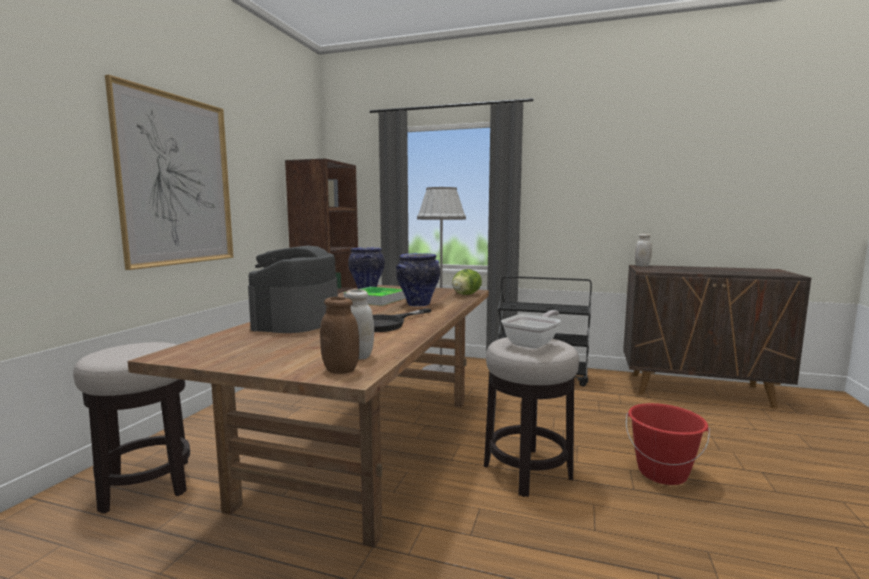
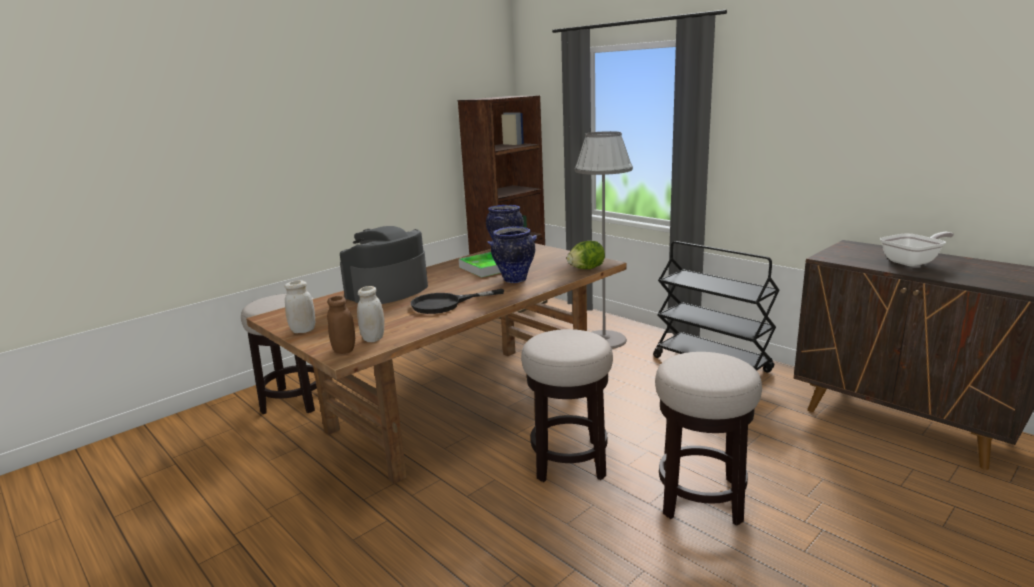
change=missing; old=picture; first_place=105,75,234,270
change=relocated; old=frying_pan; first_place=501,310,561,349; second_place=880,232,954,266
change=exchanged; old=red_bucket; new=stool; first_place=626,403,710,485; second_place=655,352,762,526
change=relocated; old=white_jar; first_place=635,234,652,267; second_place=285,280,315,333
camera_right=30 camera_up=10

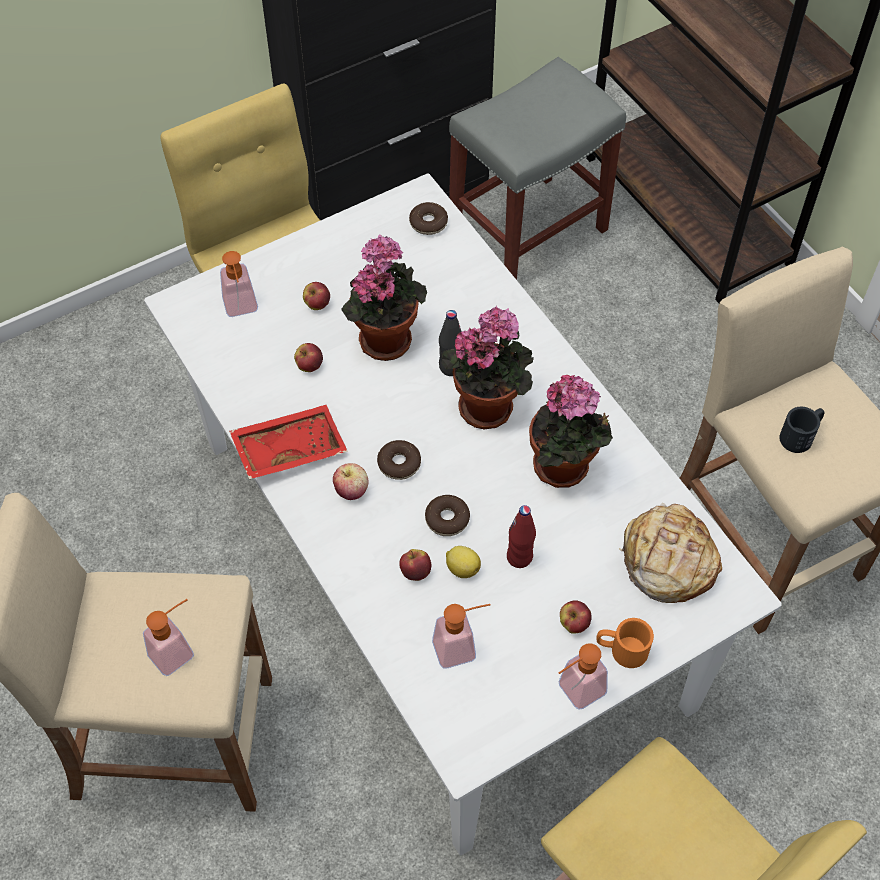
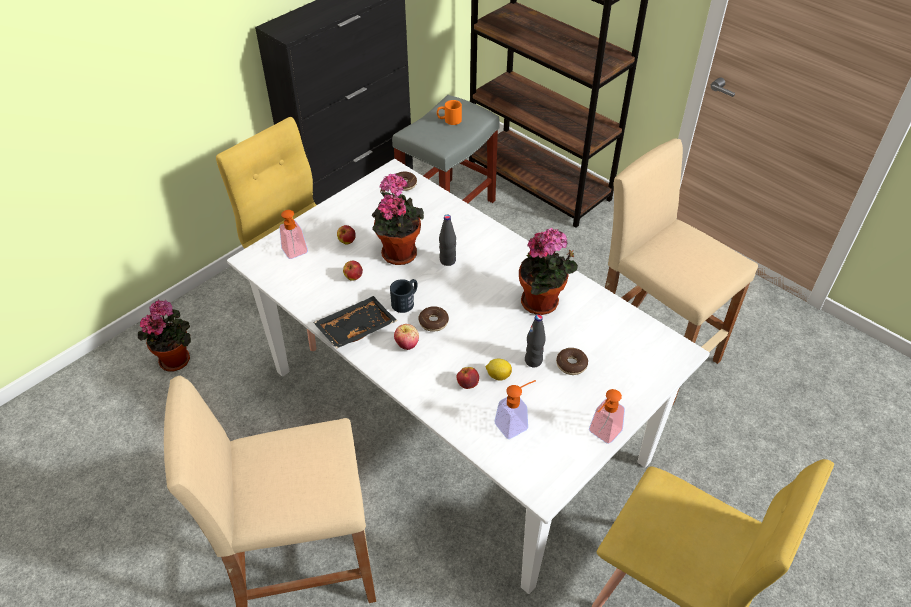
change=missing; old=soap_dispenser; first_place=143,599,194,676
change=colour; old=red_tray; new=black_tray; first_place=229,405,348,479; second_place=313,296,397,349
change=relocated; old=donut; first_place=425,495,470,536; second_place=556,348,588,375
change=relocated; old=potted_plant; first_place=441,306,534,429; second_place=138,299,191,372
change=colour; old=red_bottle; new=black_bottle; first_place=507,505,536,568; second_place=525,315,546,367
change=missing; old=apple; first_place=560,600,592,634
change=relocated; old=orange_mug; first_place=596,618,654,668; second_place=437,100,462,125
change=missing; old=bread; first_place=619,503,722,603
change=relocated; old=black_mug; first_place=779,407,825,453; second_place=390,279,418,313
camera_right=-15 camera_up=-10

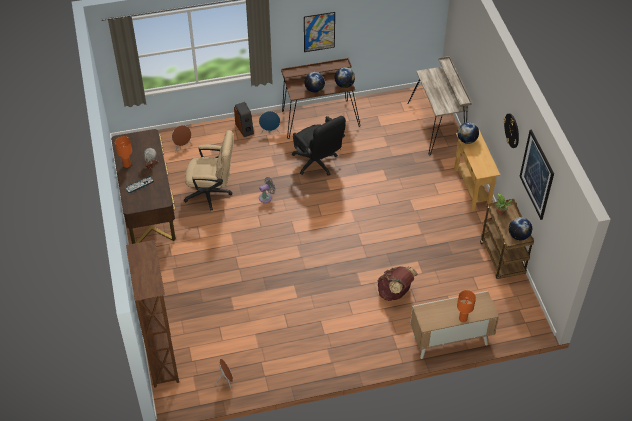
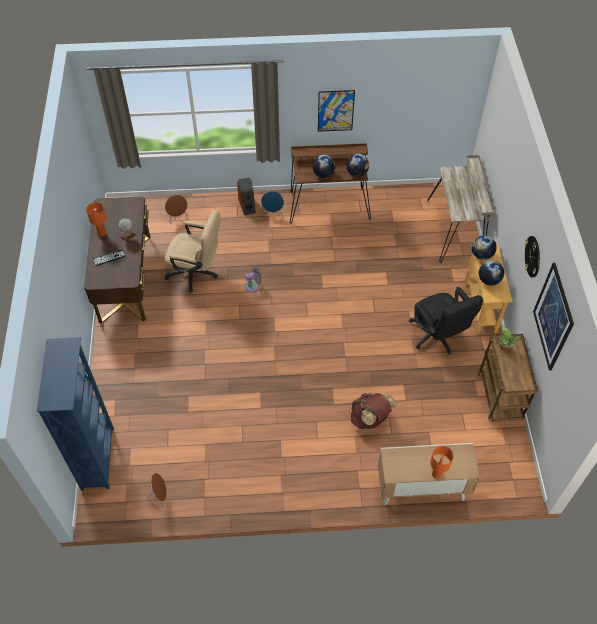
change=colour; old=brown_bookcase; new=blue_bookcase; first_place=126,240,179,388; second_place=37,337,114,491
change=relocated; old=black_office_chair; first_place=292,116,346,176; second_place=409,287,483,354
change=relocated; old=globe; first_place=509,217,532,240; second_place=479,260,504,285
camera_right=10 camera_up=5

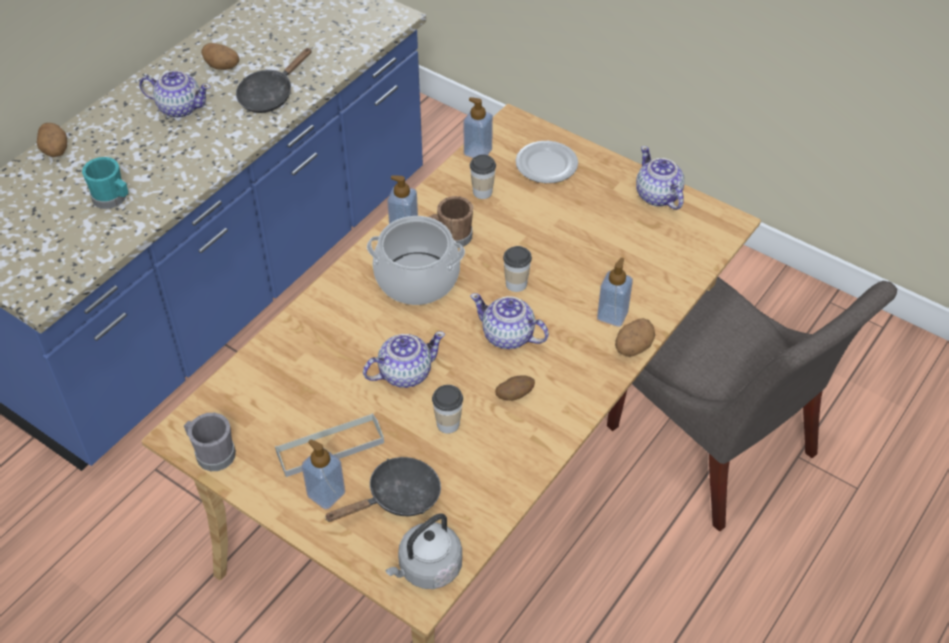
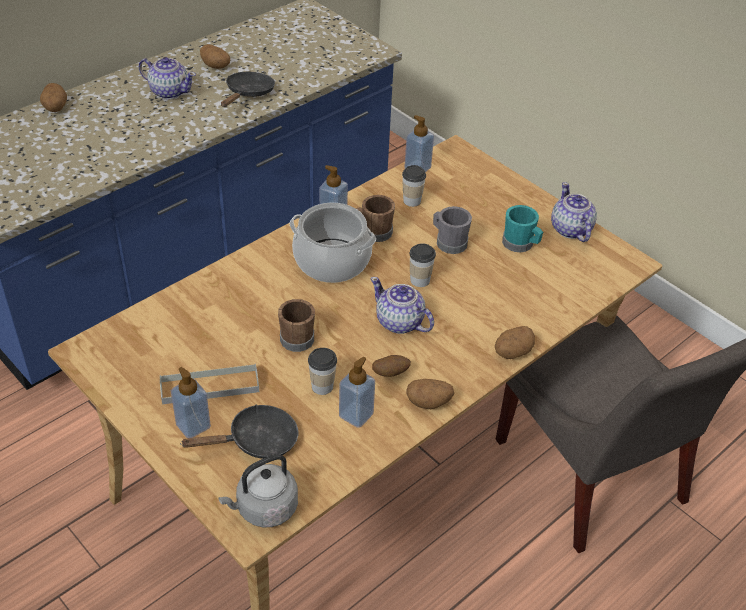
change=relocated; old=turquoise_mug; first_place=82,157,128,209; second_place=502,205,543,252
change=relocated; old=grey_mug; first_place=184,413,236,471; second_place=433,206,472,254
change=spun; old=black_frying_pan; first_place=236,48,312,113; second_place=221,72,275,107; degrees=150
change=exchanged; old=teapot; new=brown_mug; first_place=363,331,445,388; second_place=278,299,315,352
change=missing; old=plate; first_place=516,141,578,183
change=relocated; old=soap_dispenser; first_place=597,258,633,327; second_place=339,357,375,428
change=appeared; new=potato; second_place=406,379,455,409
camera_right=10 camera_up=-5

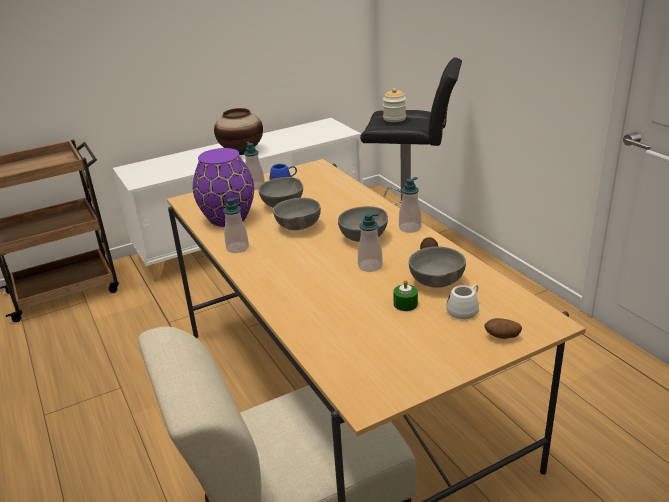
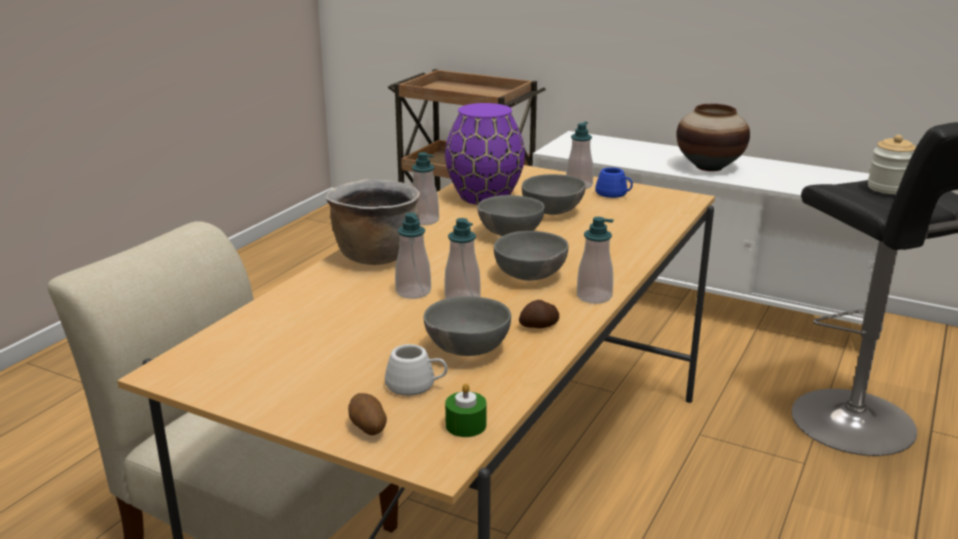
change=relocated; old=green_candle; first_place=393,280,418,311; second_place=445,383,486,437
change=appeared; new=brown_cooking_pot; second_place=325,179,420,265
change=appeared; new=soap_dispenser; second_place=395,213,431,299
camera_right=55 camera_up=-5

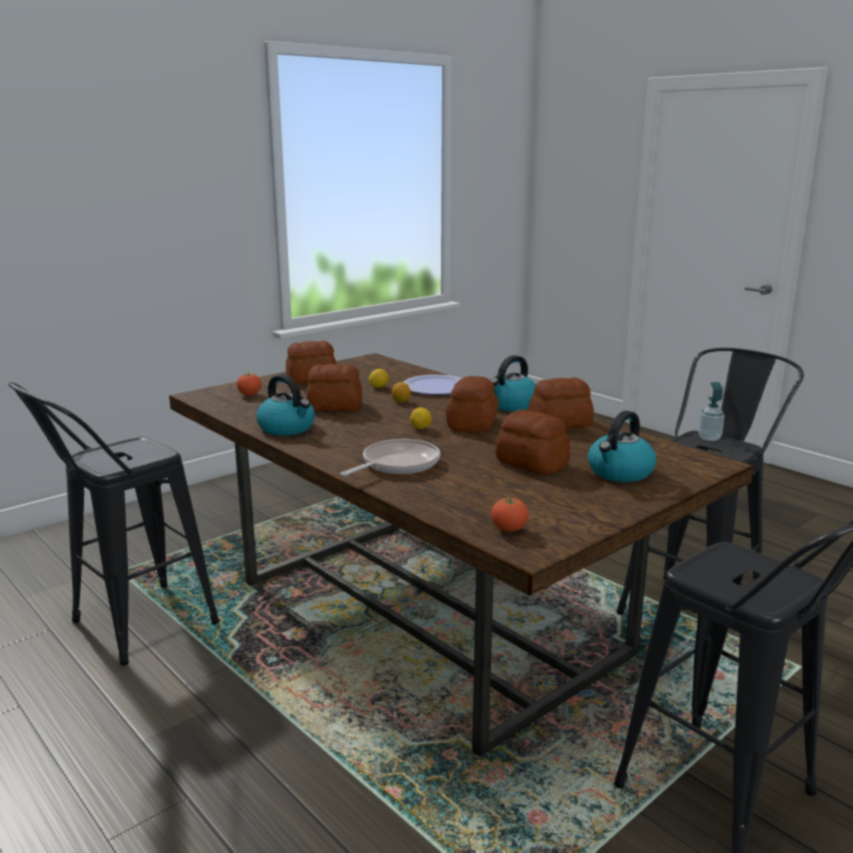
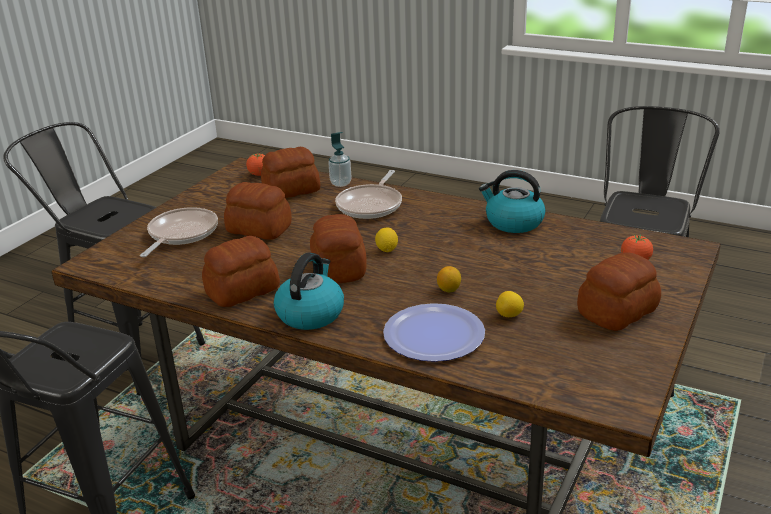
change=relocated; old=bread; first_place=306,364,362,411; second_place=261,147,321,198
change=exchanged; old=kettle; new=frying_pan; first_place=588,411,656,482; second_place=140,207,218,257
change=relocated; old=soap_dispenser; first_place=698,382,724,441; second_place=328,132,351,187
camera_right=160 camera_up=10

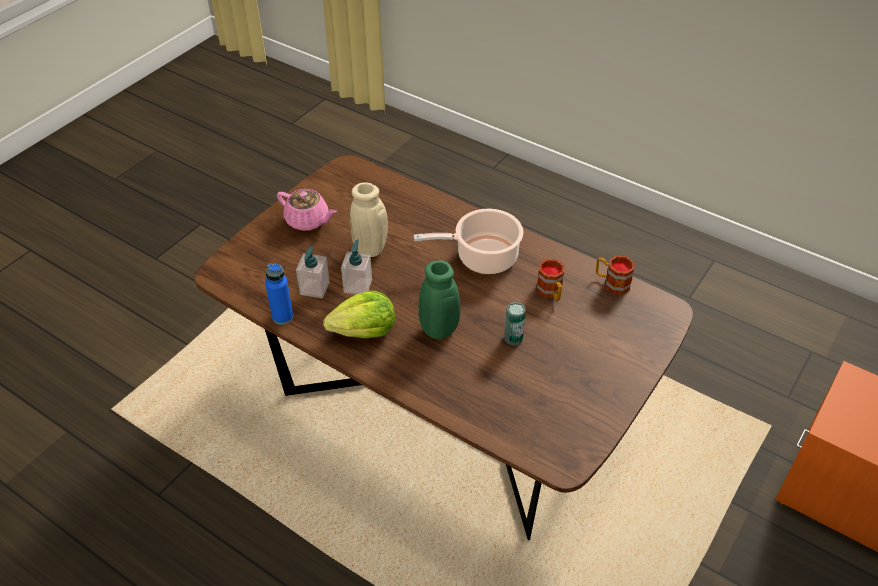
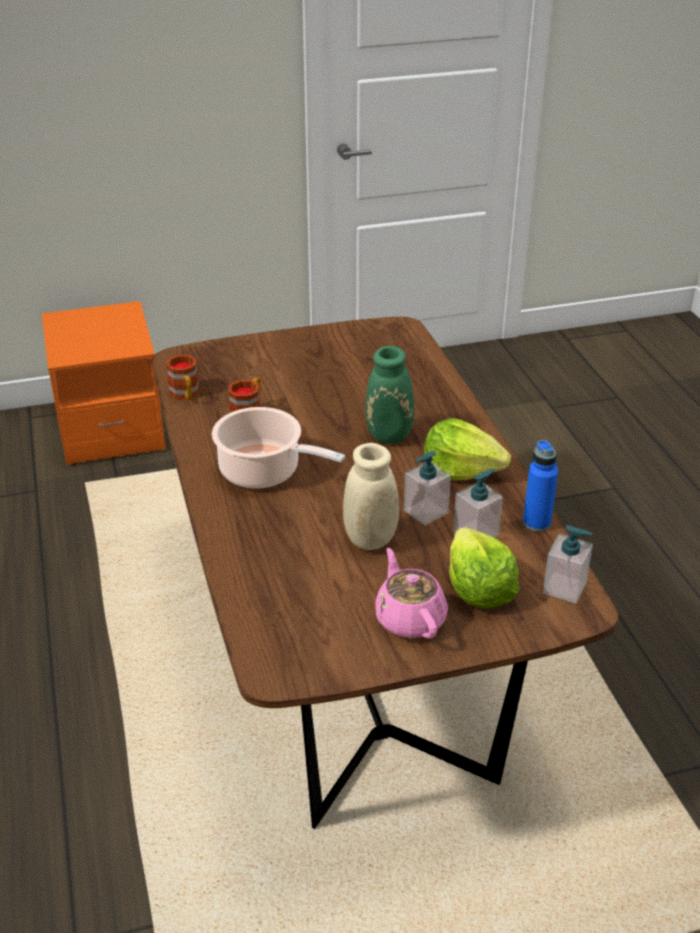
change=missing; old=can; first_place=504,302,526,346
change=appeared; new=lettuce; second_place=449,527,520,608
change=appeared; new=soap_dispenser; second_place=543,525,593,604
camera_right=-140 camera_up=-10

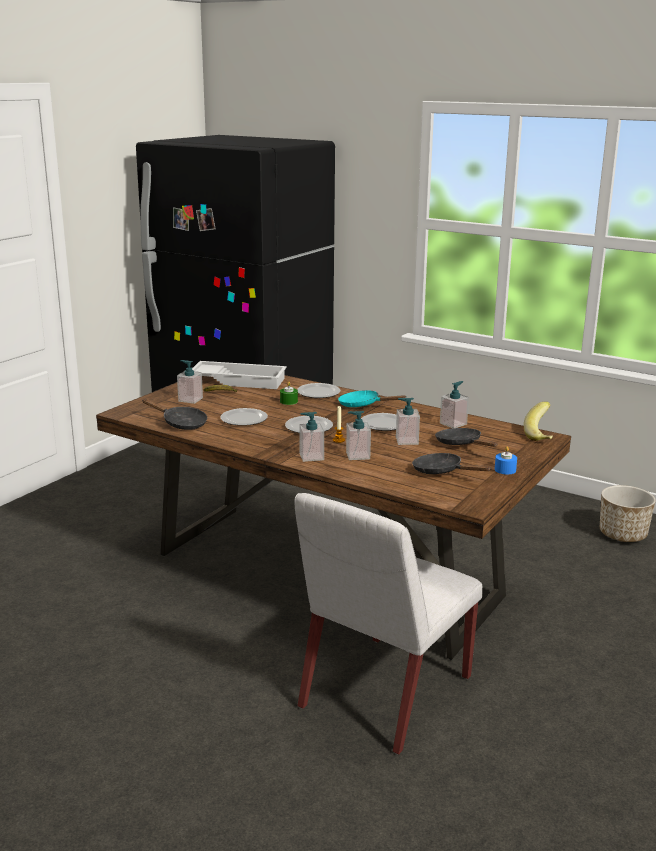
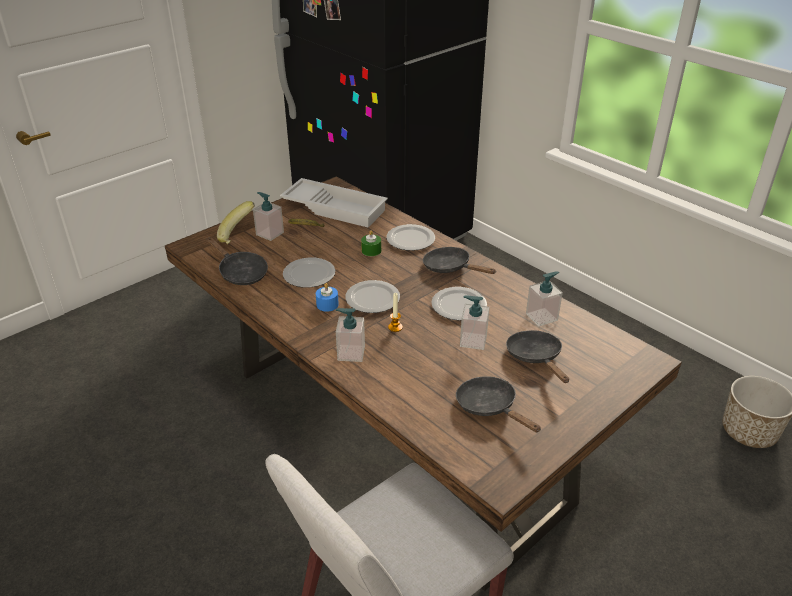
change=colour; old=turquoise_frying_pan; new=black_frying_pan; first_place=338,390,407,407; second_place=423,247,496,274
change=missing; old=soap_dispenser; first_place=346,411,371,460
change=relocated; old=blue_candle; first_place=495,446,517,474; second_place=316,283,339,312
change=relocated; old=banana; first_place=524,402,553,441; second_place=217,201,255,244
camera_right=15 camera_up=15

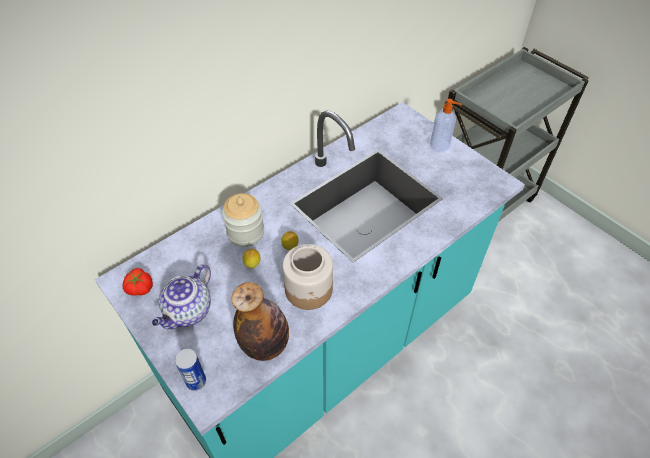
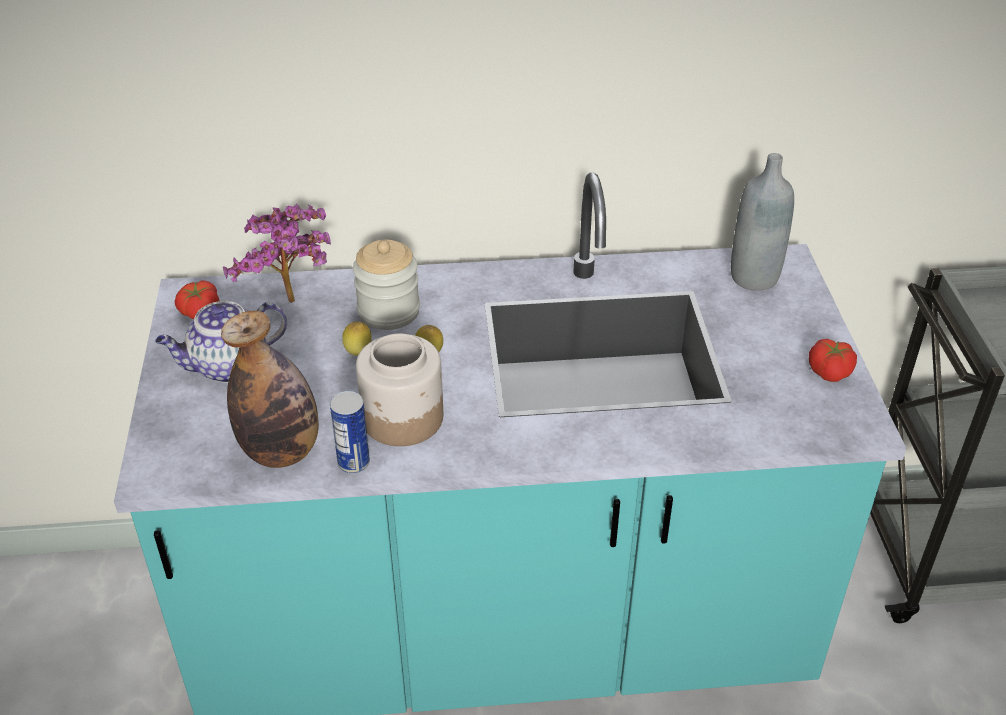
change=relocated; old=can; first_place=175,349,206,391; second_place=330,391,370,474
change=missing; old=soap_dispenser; first_place=430,99,462,152
change=appeared; new=potted_plant; second_place=223,204,331,303
change=appeared; new=grey_bottle; second_place=731,153,794,291
change=appeared; new=tomato; second_place=809,339,857,382
camera_right=35 camera_up=-10

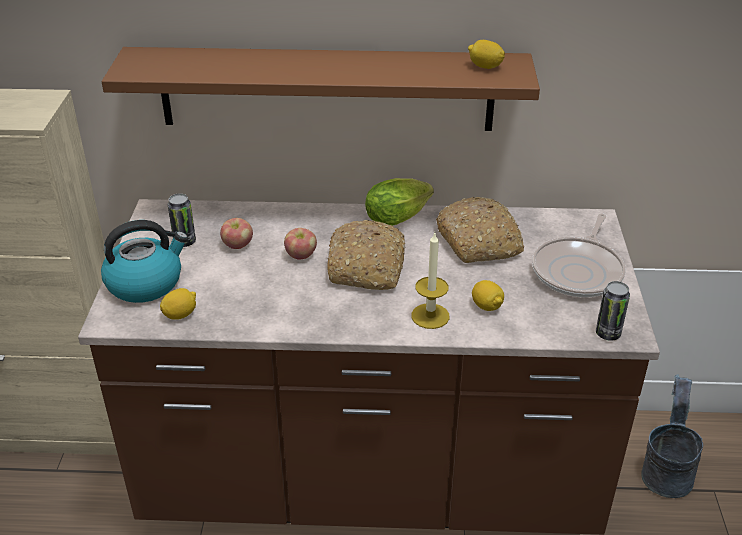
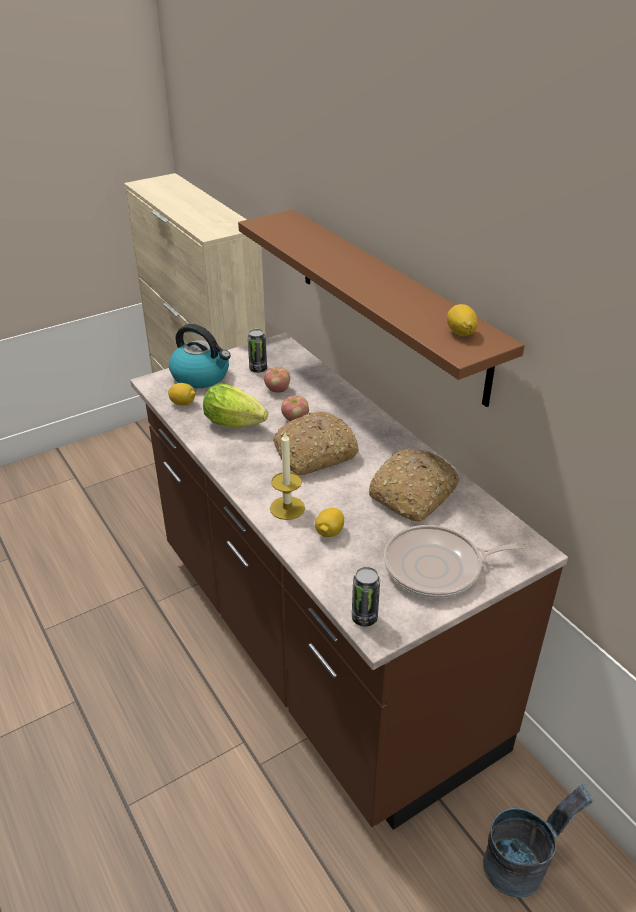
change=relocated; old=lettuce; first_place=365,178,434,226; second_place=203,383,268,428
camera_right=55 camera_up=0

